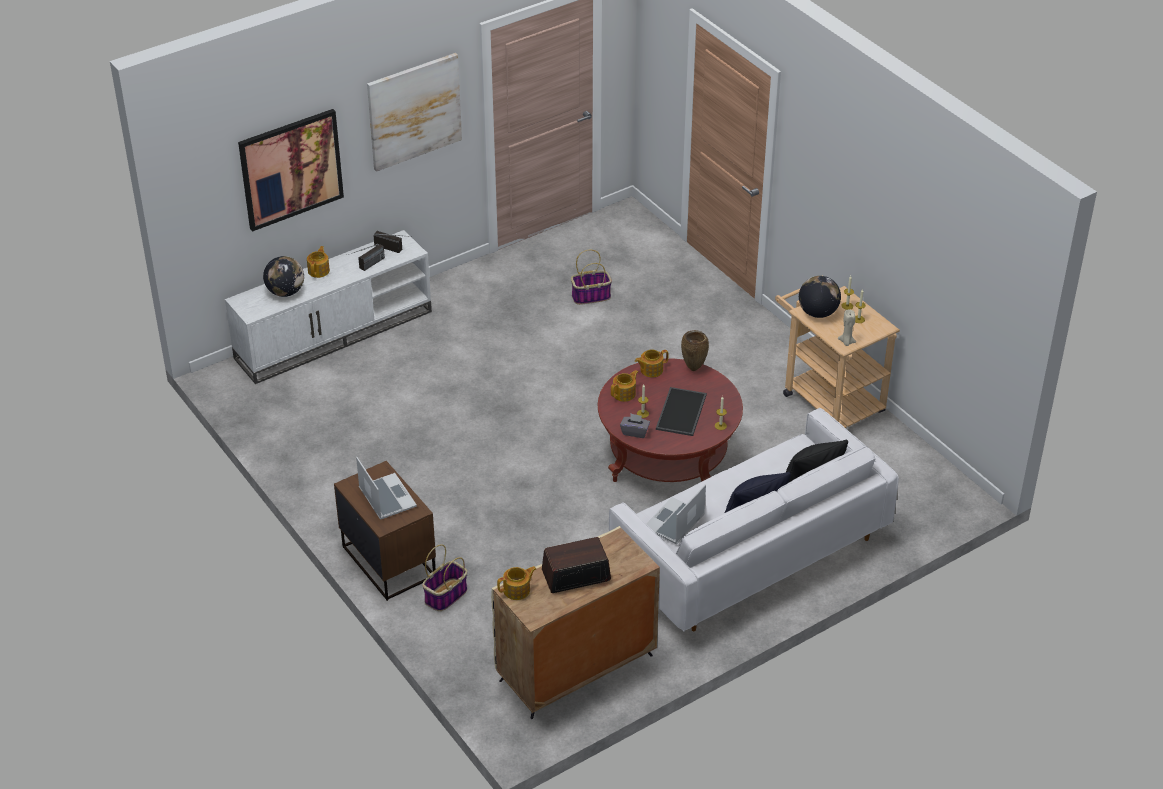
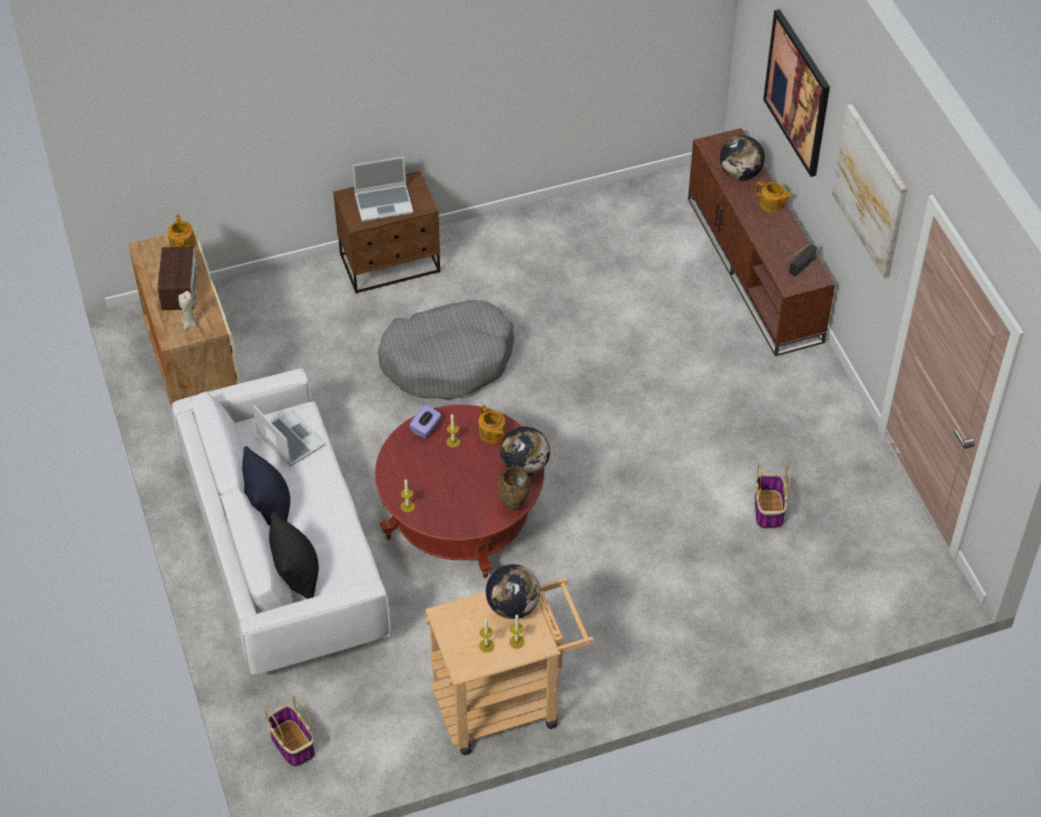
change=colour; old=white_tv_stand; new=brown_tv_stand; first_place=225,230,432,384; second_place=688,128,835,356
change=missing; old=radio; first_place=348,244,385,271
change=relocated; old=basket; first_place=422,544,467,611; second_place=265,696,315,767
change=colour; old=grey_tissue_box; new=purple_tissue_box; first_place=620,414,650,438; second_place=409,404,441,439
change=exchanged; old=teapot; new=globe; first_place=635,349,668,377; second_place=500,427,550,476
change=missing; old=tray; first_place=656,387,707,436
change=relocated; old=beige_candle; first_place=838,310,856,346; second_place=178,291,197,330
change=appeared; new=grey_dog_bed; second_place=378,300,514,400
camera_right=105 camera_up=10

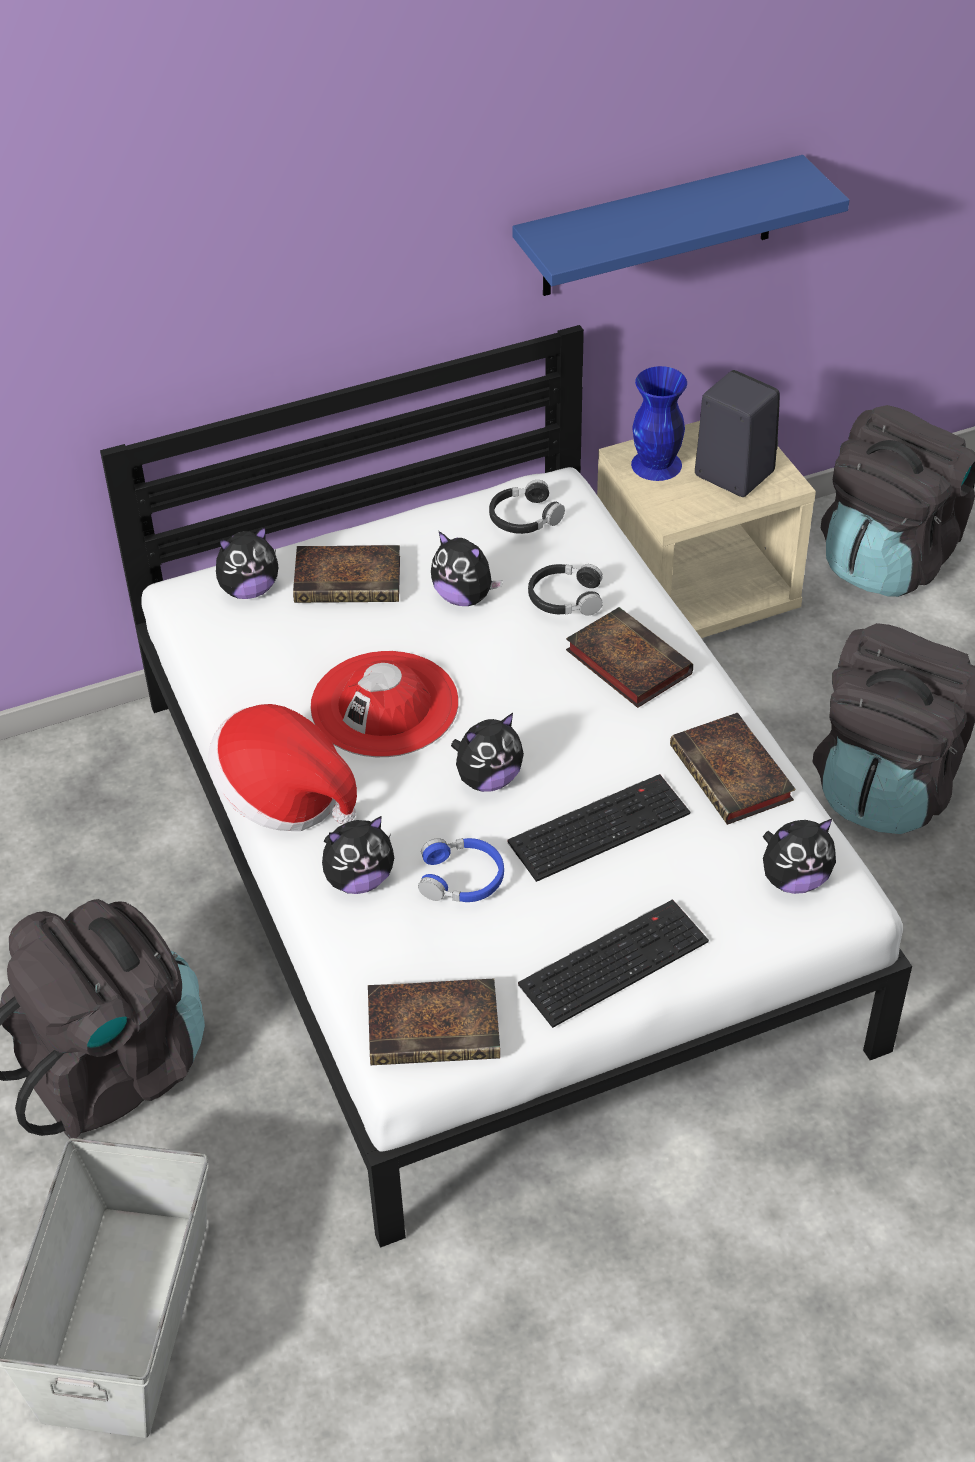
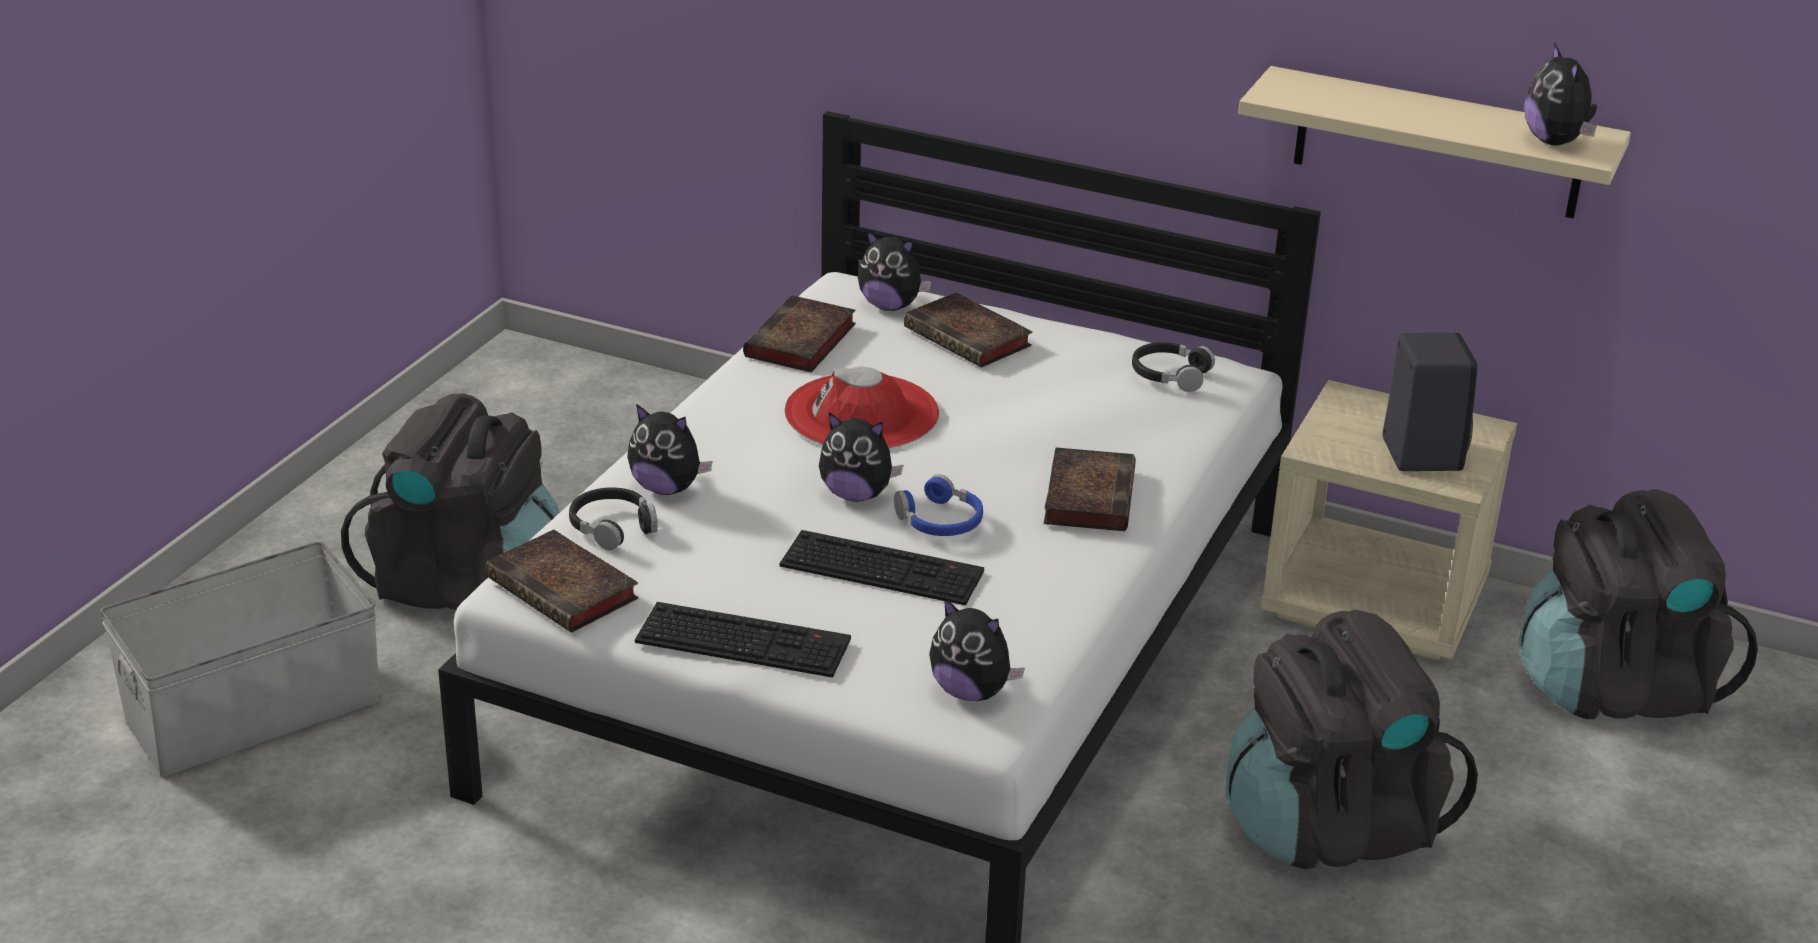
change=missing; old=hat; first_place=208,704,357,831
change=relocated; old=blue_headphones; first_place=418,838,504,902; second_place=894,474,983,536
change=relocated; old=plush_toy; first_place=431,531,503,606; second_place=1525,42,1597,146
change=colour; old=blue_shelf; new=beige_shelf; first_place=512,155,849,296; second_place=1238,66,1631,219
change=relocated; old=black_headphones; first_place=528,564,603,616; second_place=569,488,658,550
change=missing; old=blue_vase; first_place=631,366,687,481
change=relocated; old=book; first_place=670,713,795,825; second_place=743,295,856,373
camera_right=45 camera_up=-15

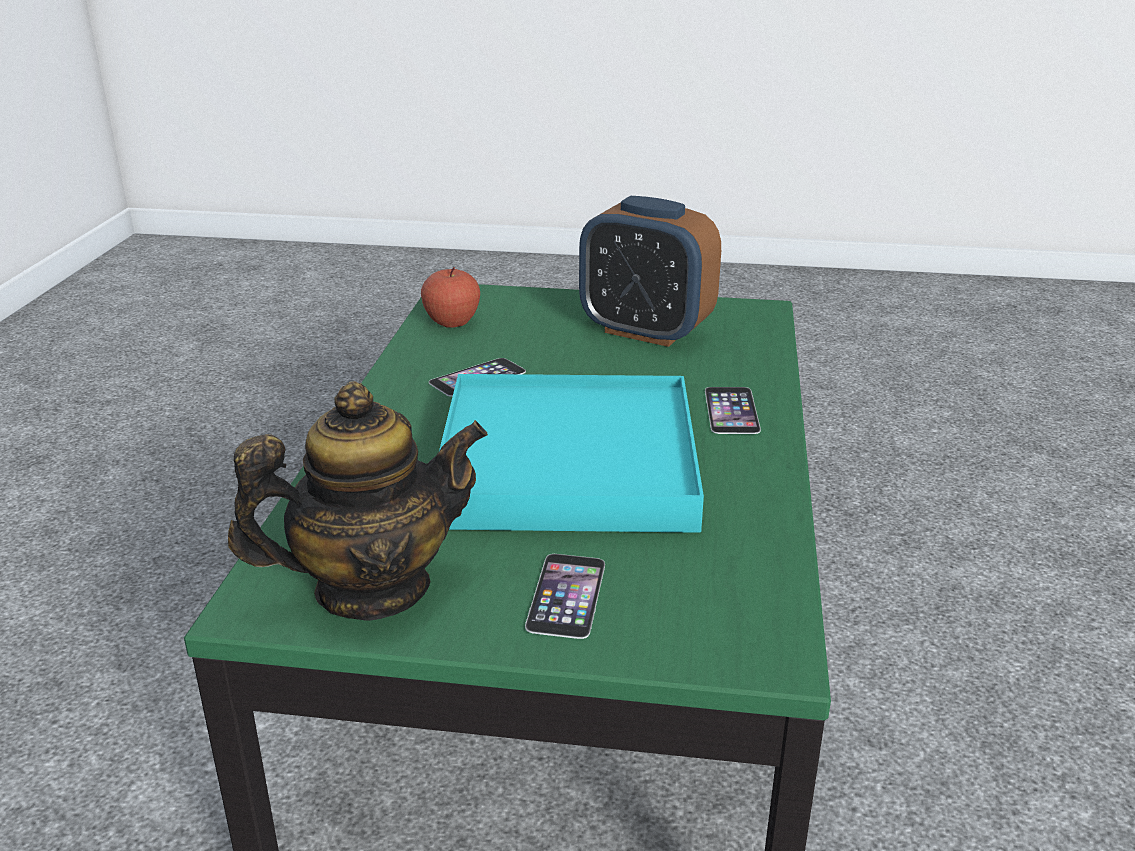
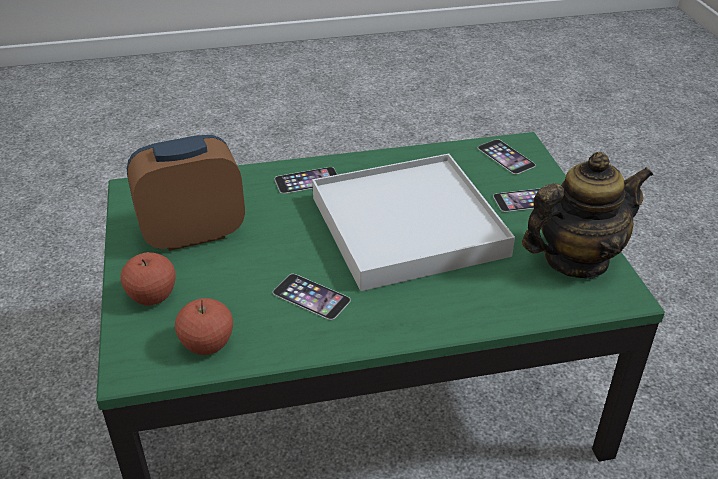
change=spun; old=teapot; first_place=228,381,488,621; second_place=522,152,653,279; degrees=105
change=colour; old=turquoise_tray; new=white_tray; first_place=439,374,704,533; second_place=312,154,515,291
change=spun; old=alarm_clock; first_place=579,196,721,347; second_place=127,135,245,251; degrees=-120
change=appeared; new=apple; second_place=121,252,176,306
change=appeared; new=phone; second_place=478,139,536,174
camera_right=-110 camera_up=10

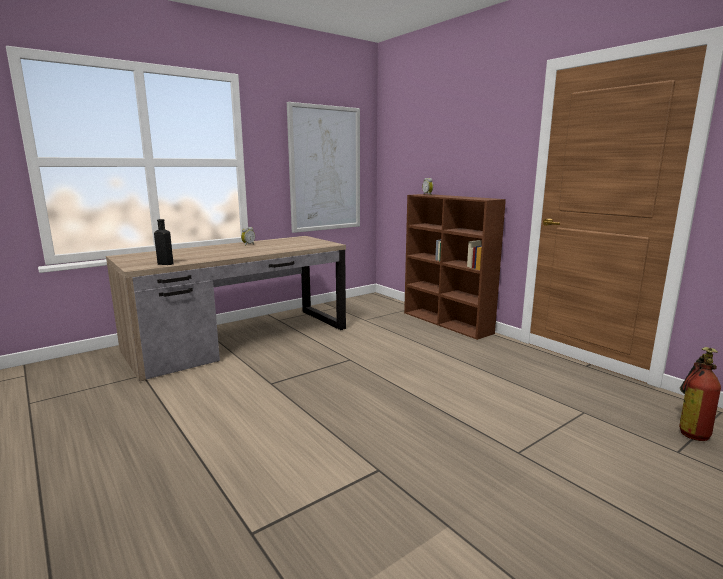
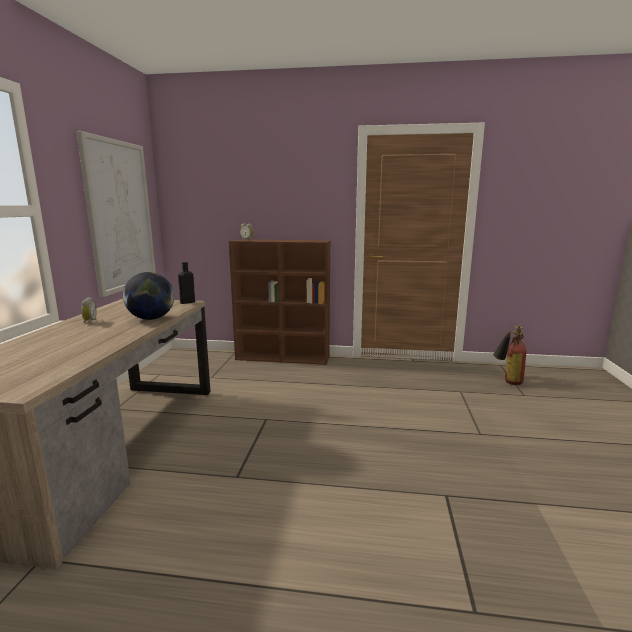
change=relocated; old=black_bottle; first_place=154,219,174,265; second_place=178,262,195,304
change=appeared; new=globe; second_place=123,272,174,320
camera_right=-45 camera_up=0

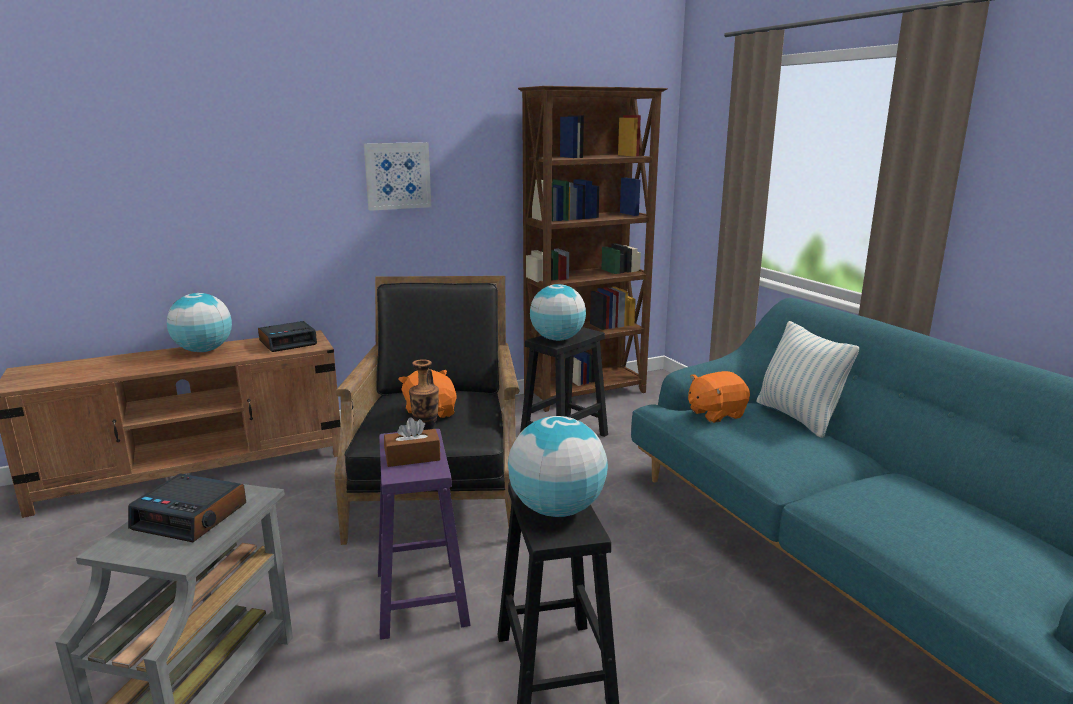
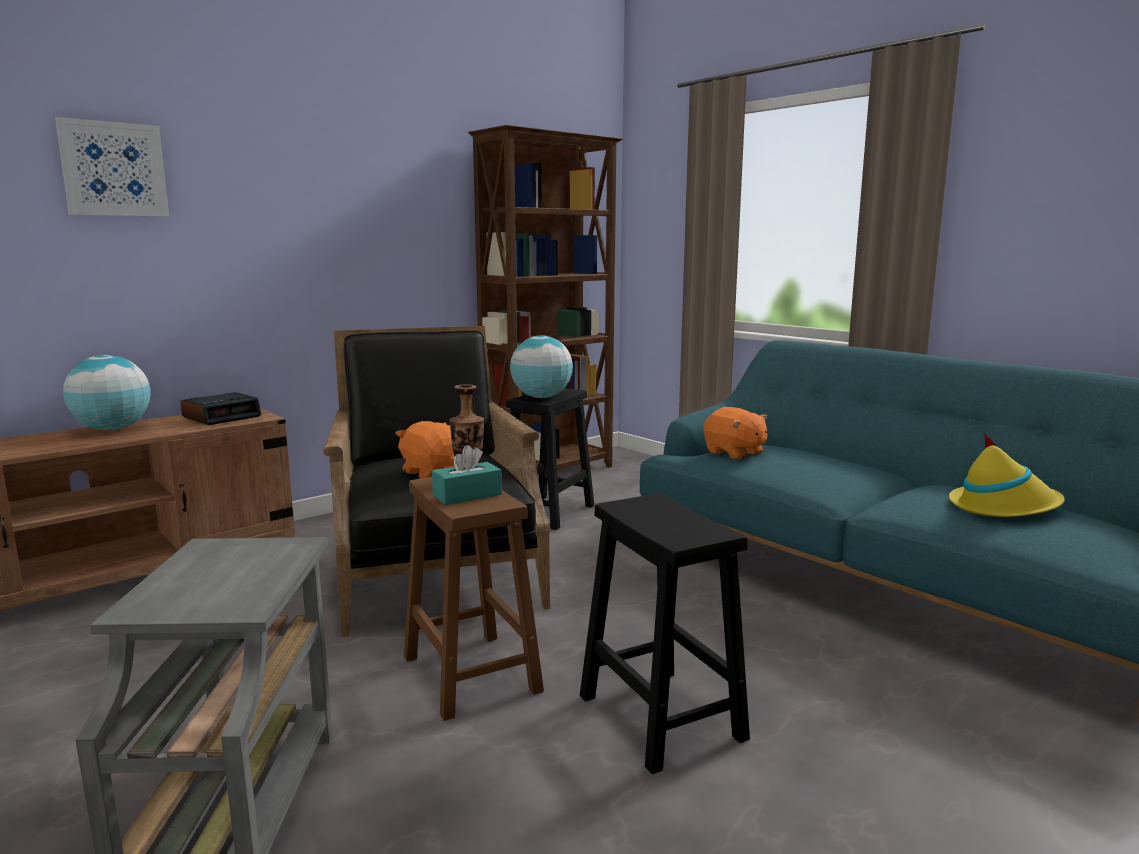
change=missing; old=alarm_clock; first_place=128,474,246,542
change=relocated; old=picture; first_place=364,142,431,211; second_place=55,117,169,217
change=colour; old=purple_stool; new=brown_stool; first_place=378,429,471,640; second_place=404,477,544,721
change=colour; old=brown_tissue_box; new=turquoise_tissue_box; first_place=384,417,440,467; second_place=432,445,502,505
change=missing; old=globe; first_place=508,416,608,517
change=spun; old=orange_plush_toy; first_place=688,371,750,423; second_place=704,407,768,460; degrees=-90
change=missing; old=pillow; first_place=756,321,860,438
change=appeared; new=yellow_hat; second_place=949,431,1065,517
camera_right=-15 camera_up=-5

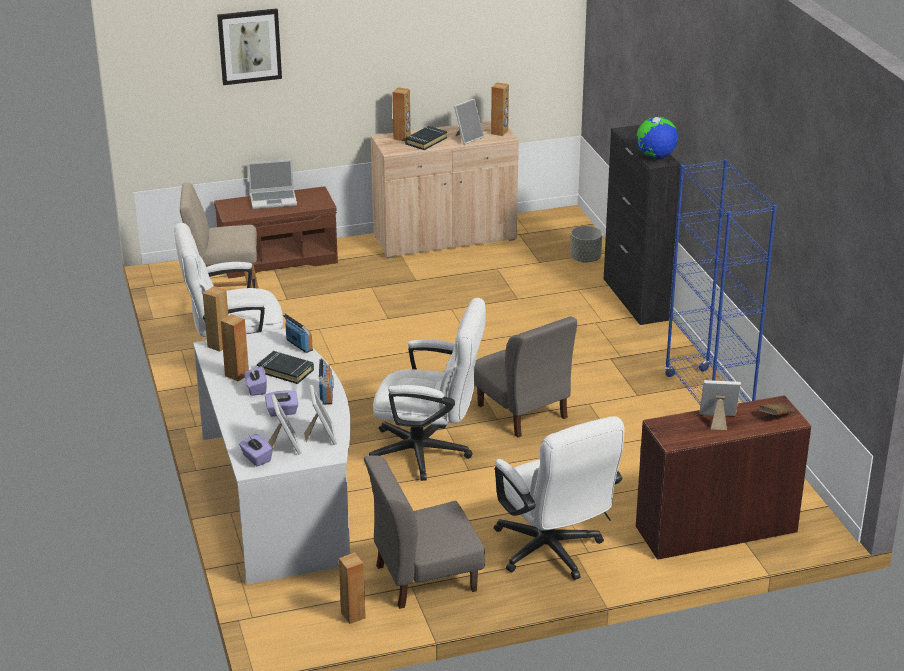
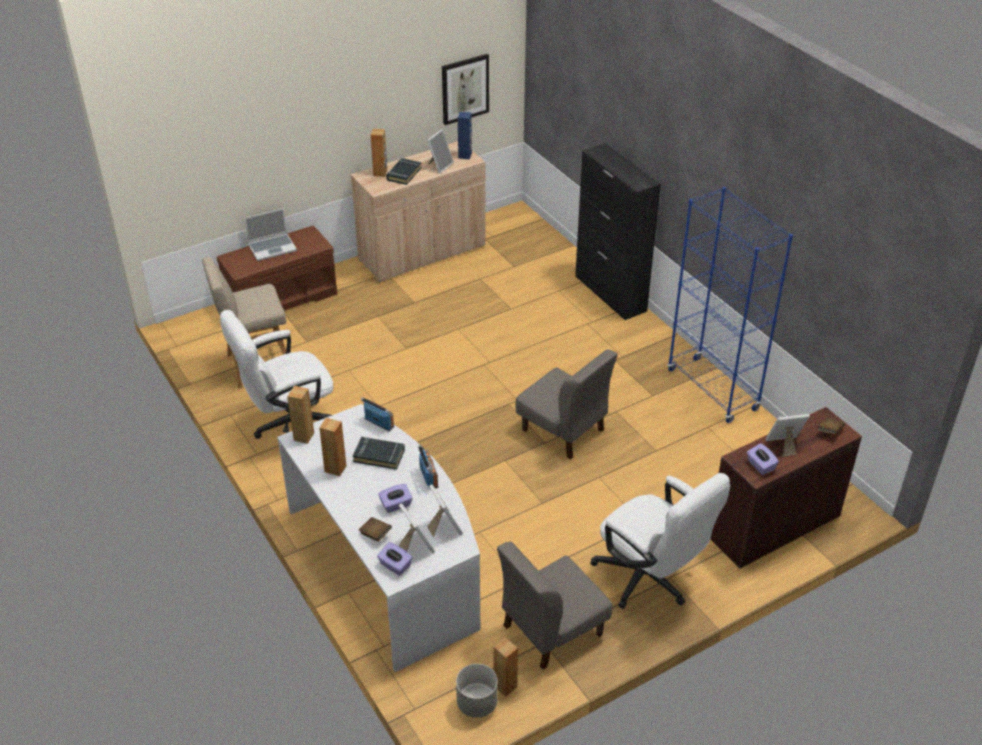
change=relocated; old=picture; first_place=217,8,282,85; second_place=442,54,489,125
change=relocated; old=purple_tissue_box; first_place=244,366,267,396; second_place=747,443,779,475
change=missing; old=white_office_chair; first_place=369,298,486,481
change=colour; old=brown_speaker; new=blue_speaker; first_place=491,82,509,136; second_place=458,112,472,159
change=relocated; old=grey_planter; first_place=570,226,603,263; second_place=456,664,498,718
change=missing; old=globe; first_place=636,117,678,159
change=appeared; new=brown_book; second_place=358,517,392,542
camera_right=-15 camera_up=10

